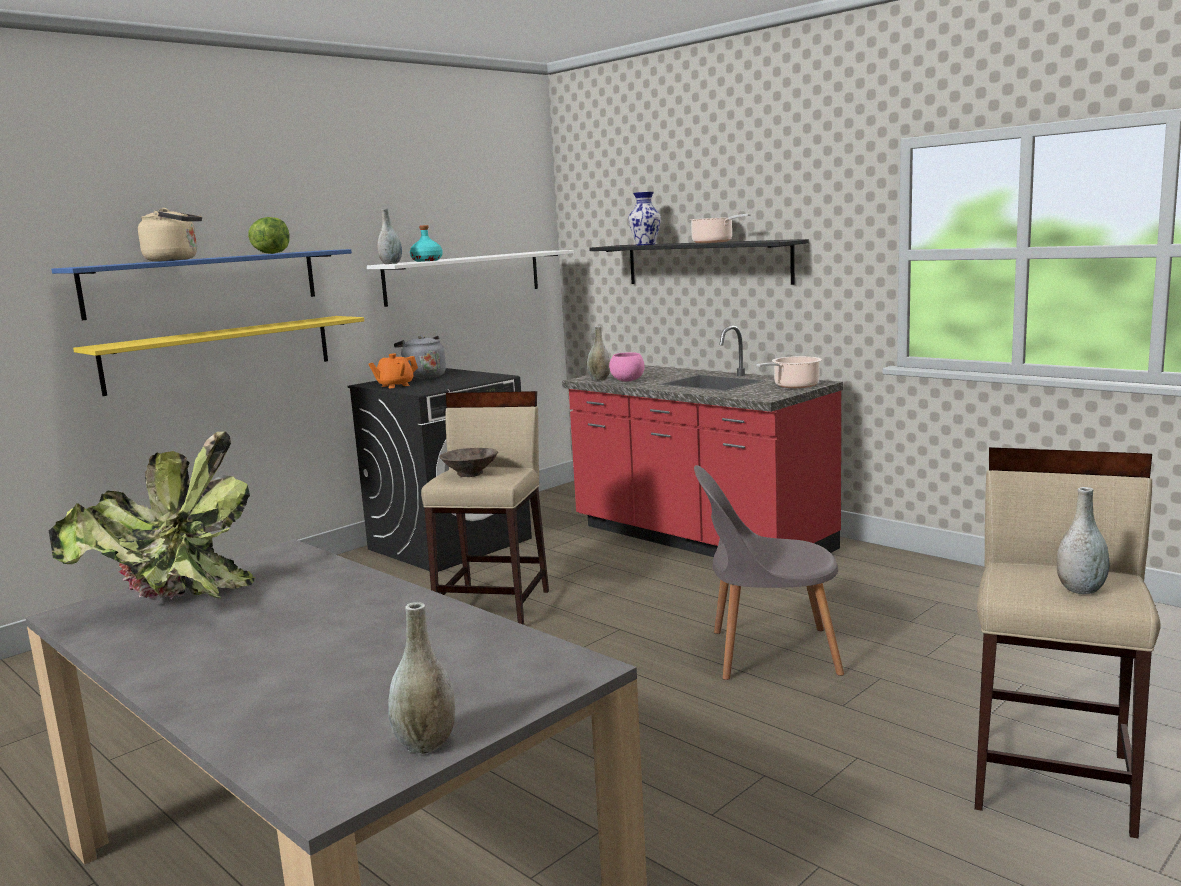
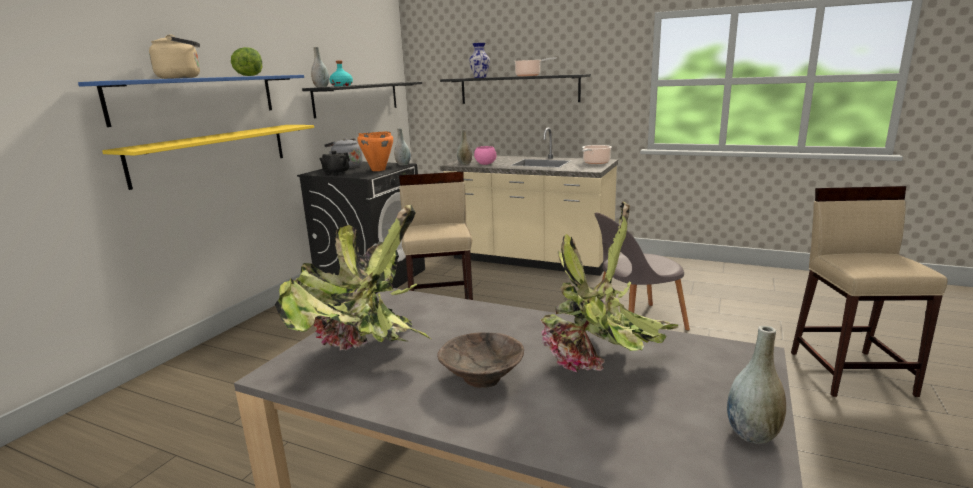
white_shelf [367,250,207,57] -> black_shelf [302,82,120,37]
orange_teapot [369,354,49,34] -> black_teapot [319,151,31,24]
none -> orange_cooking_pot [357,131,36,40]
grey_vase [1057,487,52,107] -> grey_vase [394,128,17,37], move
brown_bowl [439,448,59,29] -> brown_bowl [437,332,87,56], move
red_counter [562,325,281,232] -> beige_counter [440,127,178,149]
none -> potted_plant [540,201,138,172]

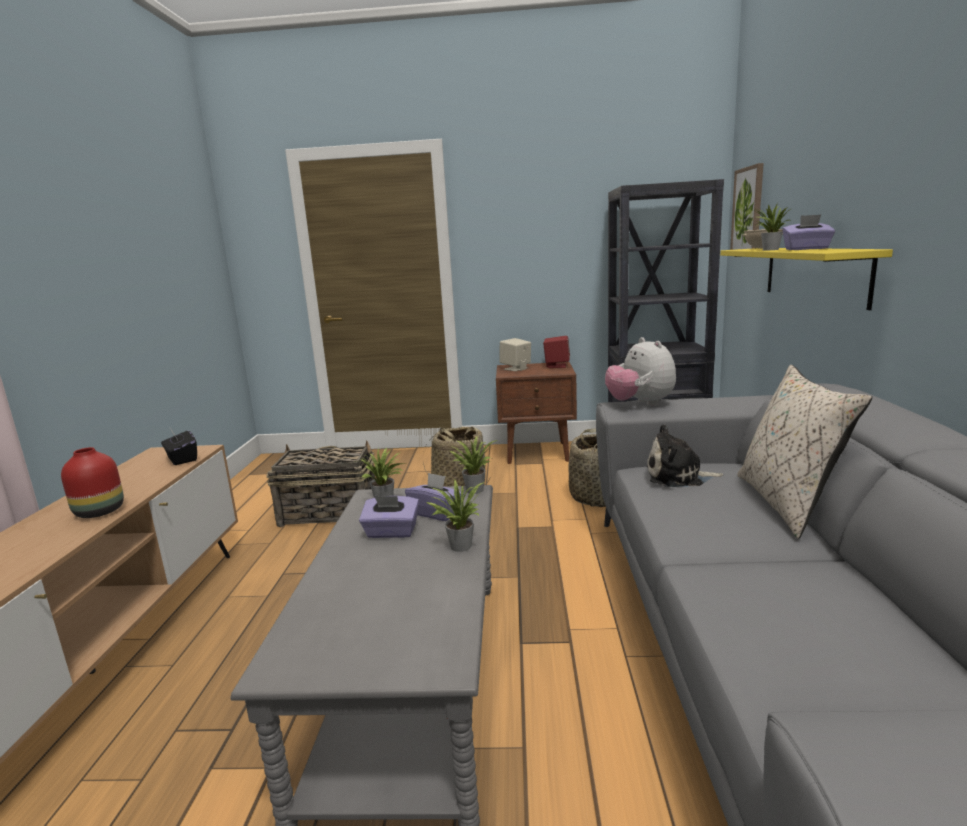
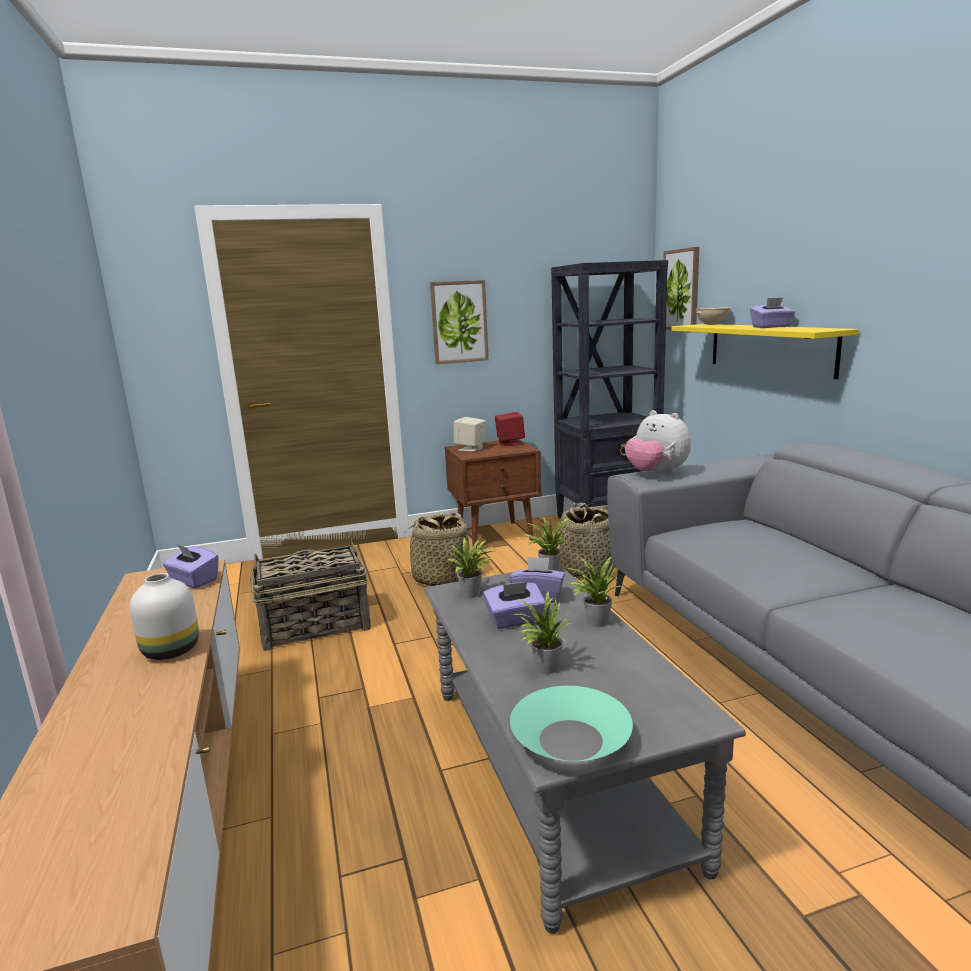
red_vase [61,447,63,71] -> white_vase [130,573,69,87]
black_tissue_box [161,428,36,37] -> purple_tissue_box [162,544,57,44]
none -> picture [430,280,59,84]
none -> turquoise_bowl [510,686,123,75]
potted_plant [754,203,38,48] -> potted_plant [513,591,60,83], move
plush_toy [647,424,76,63] -> none
beige_pillow [737,365,135,174] -> none

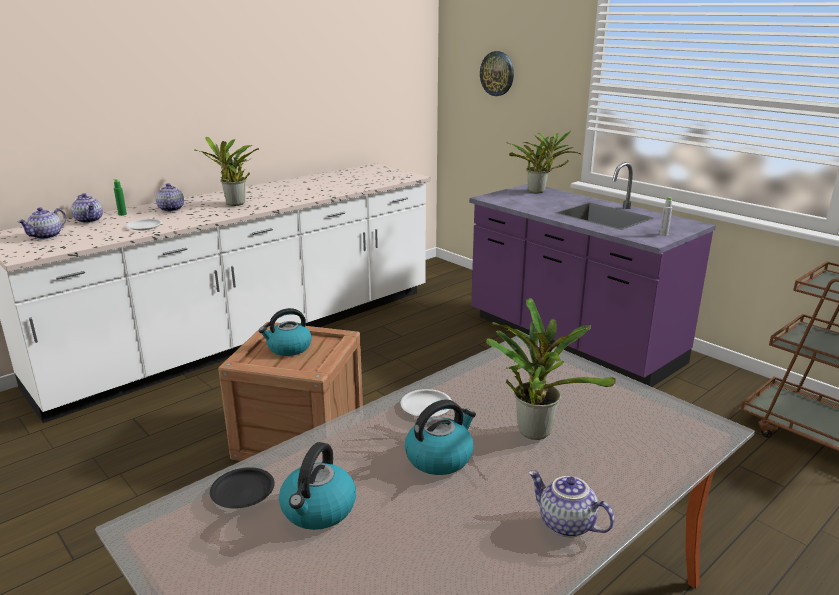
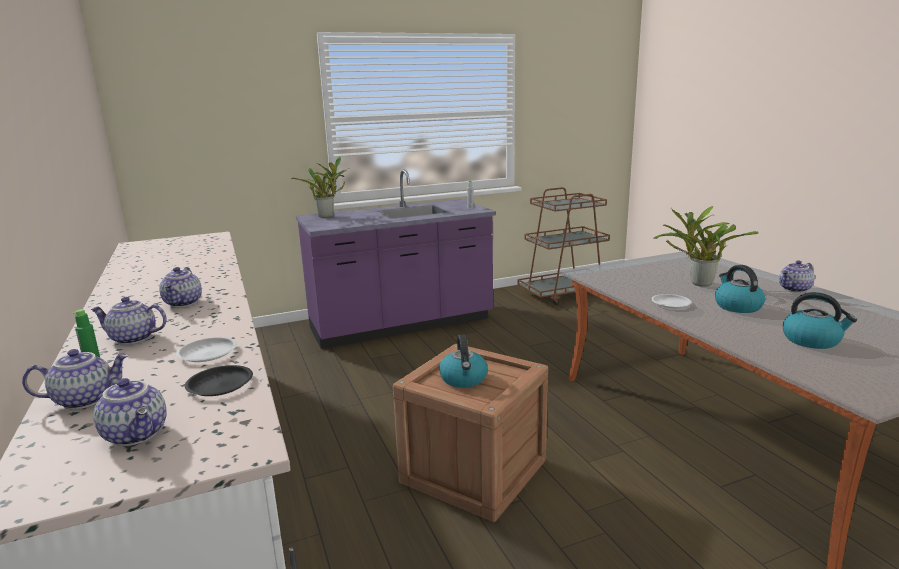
potted_plant [193,137,66,69] -> teapot [159,267,43,40]
black_plate [210,467,65,42] -> black_plate [185,365,68,31], move
wall_clock [480,51,34,45] -> none

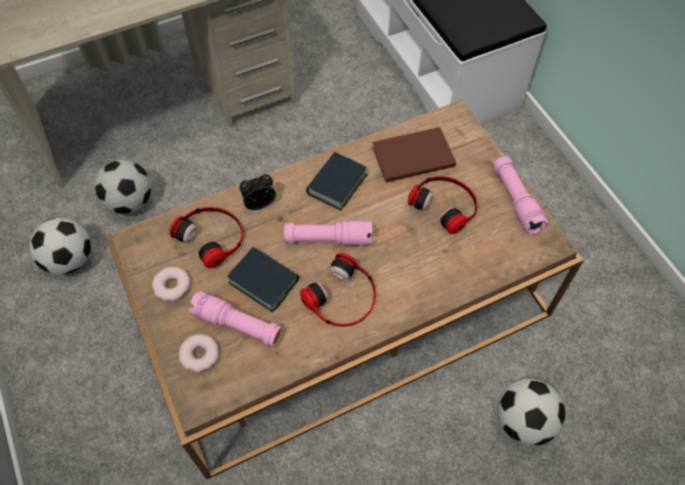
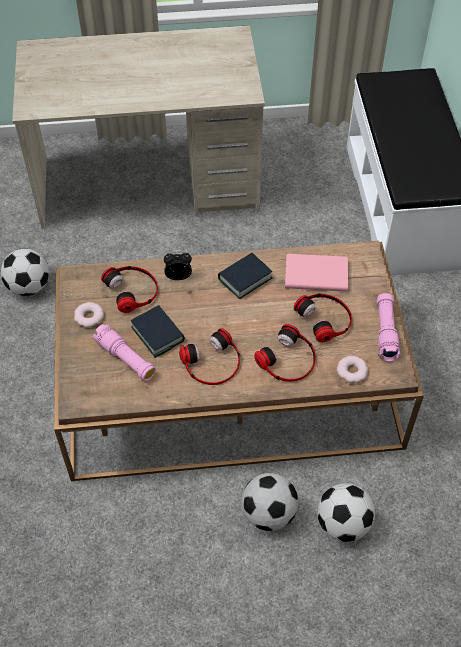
football [94,159,57,55] -> football [241,473,57,58], move
none -> headphones [254,324,62,58]
brown_book [372,127,84,55] -> pink_book [285,254,63,38]
donut [179,334,40,39] -> donut [337,356,31,27], move
pink_flashlight [284,221,88,25] -> none

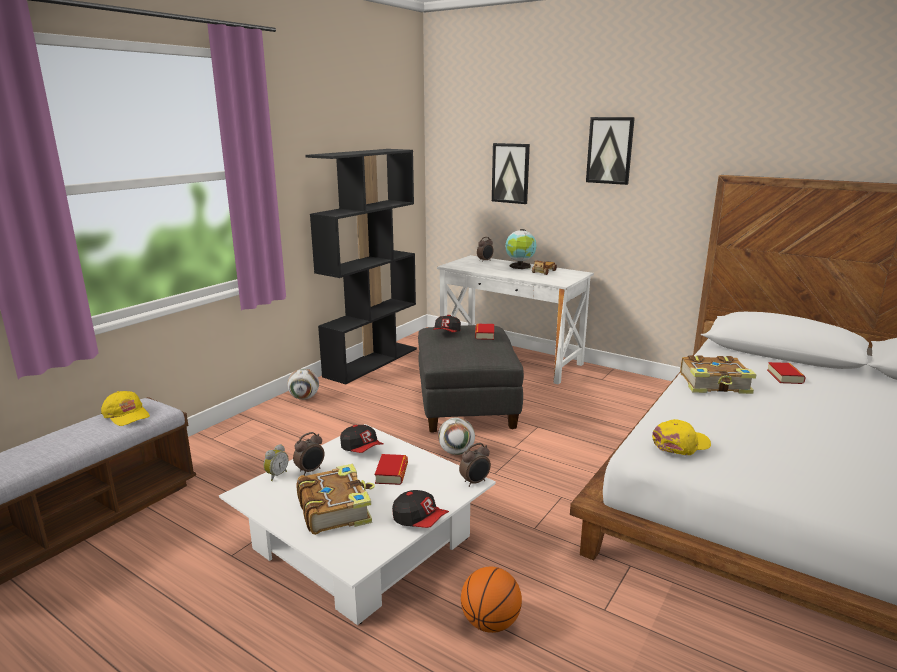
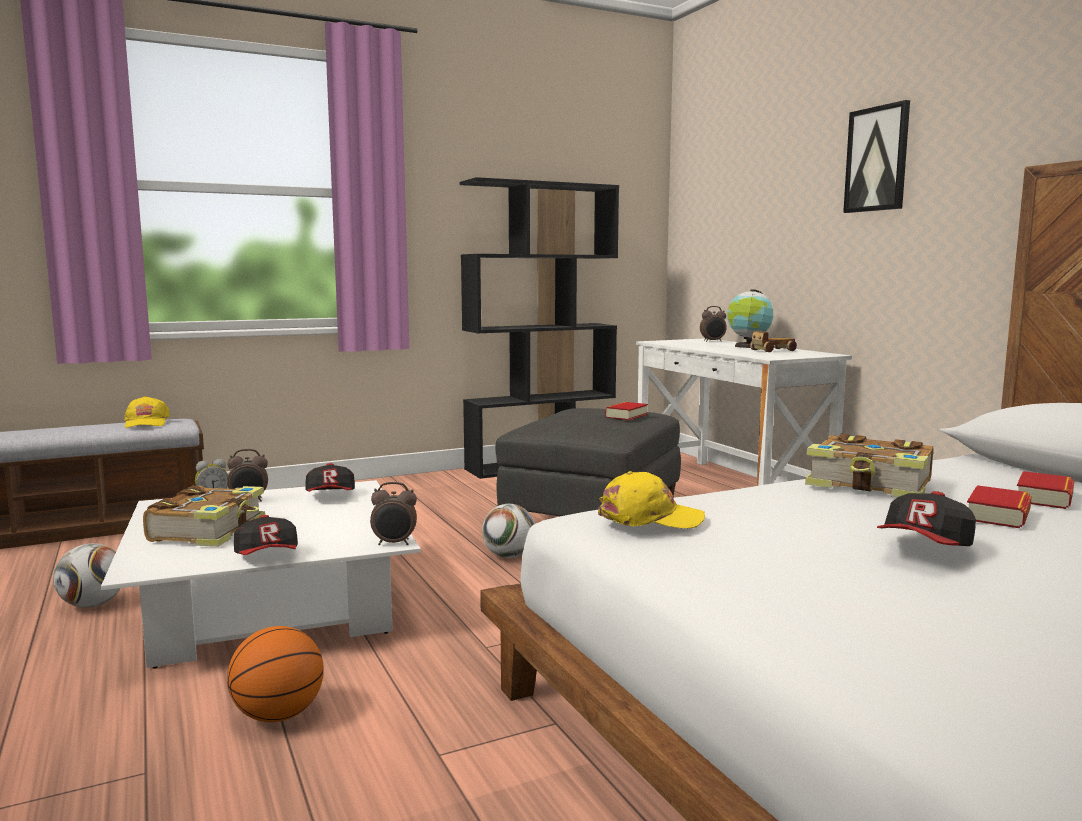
football [287,369,32,31] -> football [53,543,68,65], move
cap [433,315,28,17] -> cap [877,491,99,55], move
book [375,454,33,31] -> book [967,485,65,43], move
picture [492,143,38,61] -> none

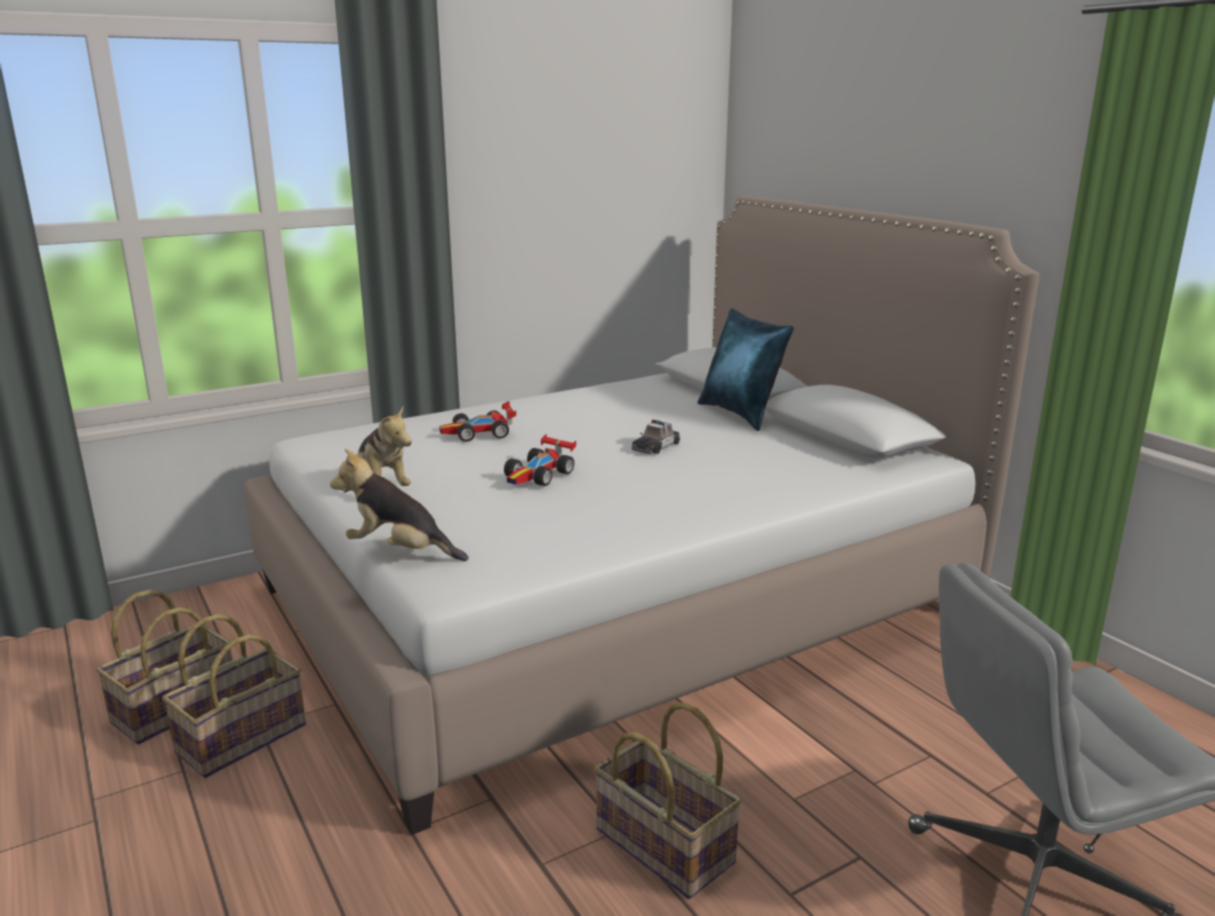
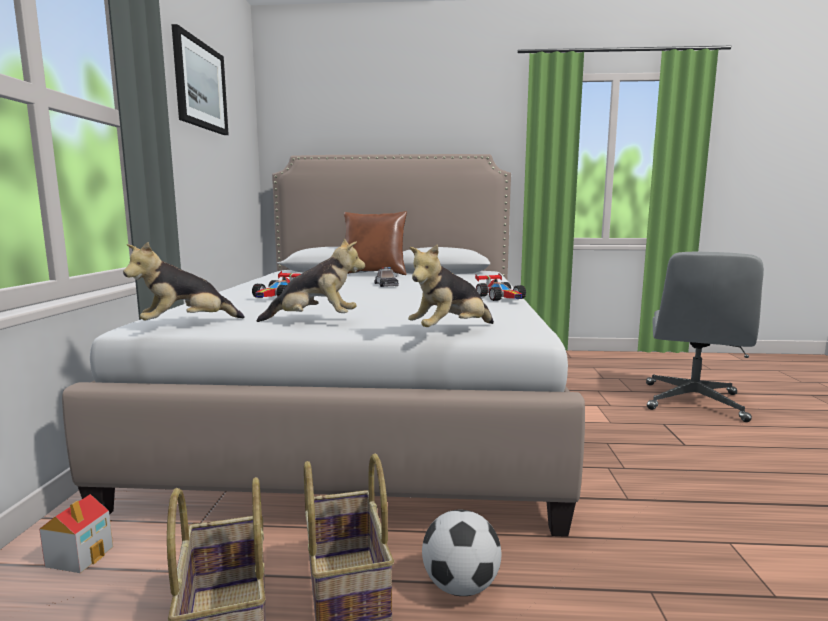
none -> toy_house [39,494,74,79]
none -> plush_toy [123,242,122,78]
none -> picture [171,24,58,111]
blue_pillow [697,308,97,123] -> brown_pillow [344,211,63,64]
none -> football [422,510,79,86]
toy_car [504,434,72,52] -> toy_car [475,273,51,28], move
basket [594,702,148,197] -> none

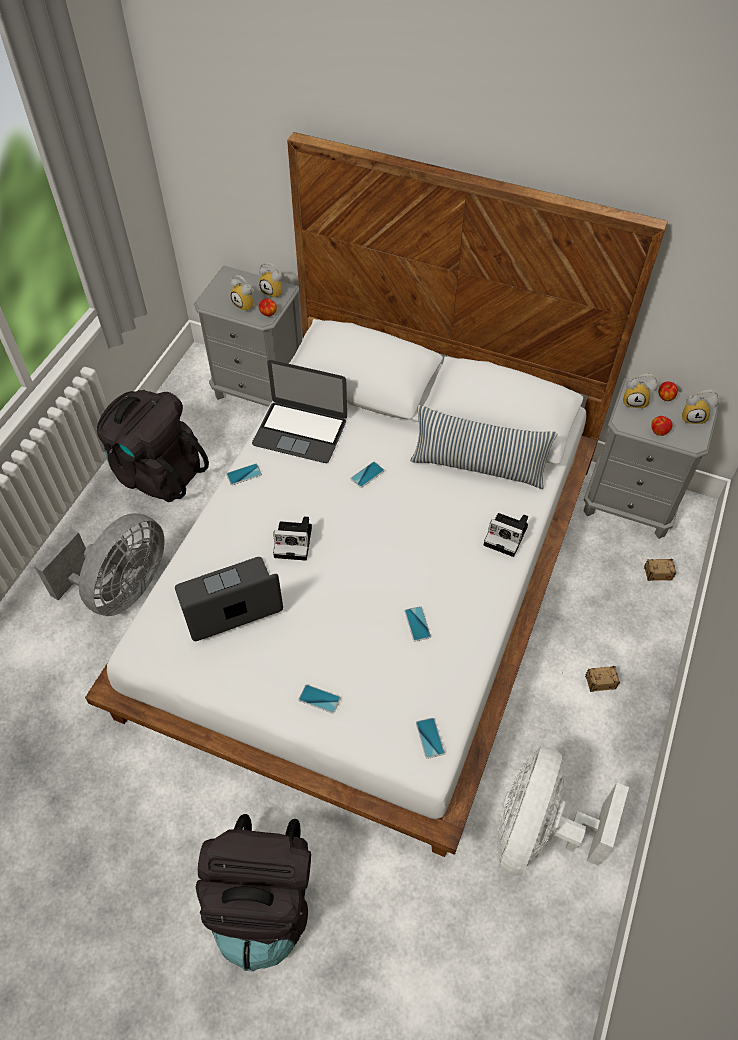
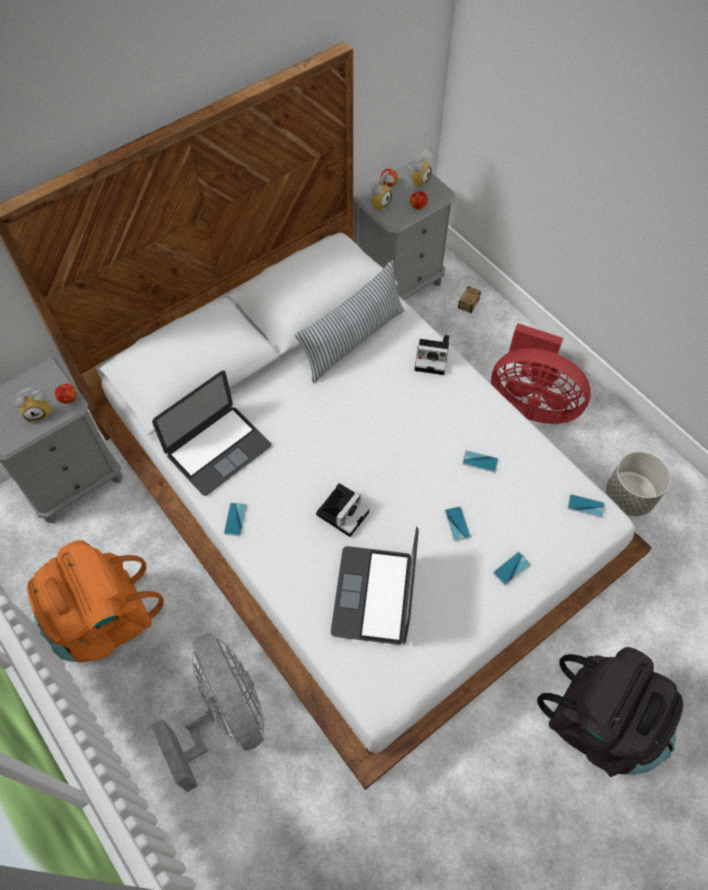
black_backpack [97,390,112,112] -> orange_backpack [27,540,137,122]
photo_camera [484,513,44,44] -> photo_camera [415,335,34,40], 45 degrees clockwise
phone [351,462,34,26] -> phone [445,506,26,35], move
storage_box [562,666,58,26] -> red_fan [491,323,100,101]
white_fan [497,746,132,130] -> grey_planter [606,452,65,64]
alarm_clock [259,262,24,36] -> none

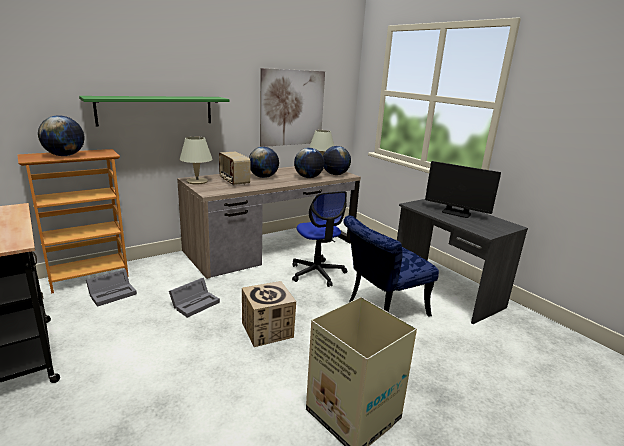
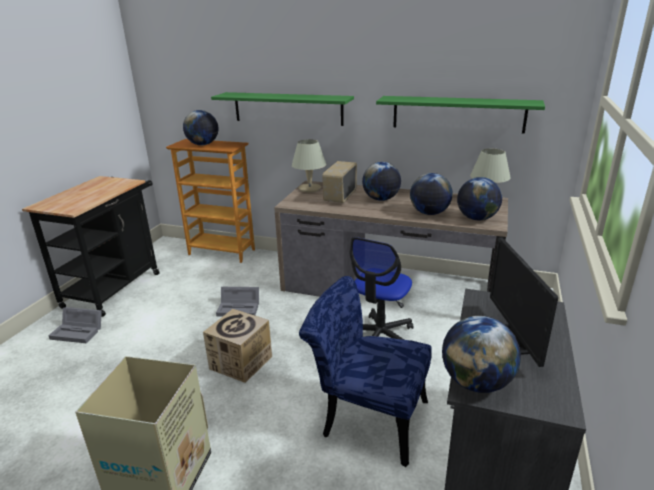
grey_storage_box [86,269,51,38] -> grey_storage_box [48,307,54,36], move
picture [260,68,65,79] -> green_shelf [376,96,169,38]
none -> globe [442,316,79,77]

